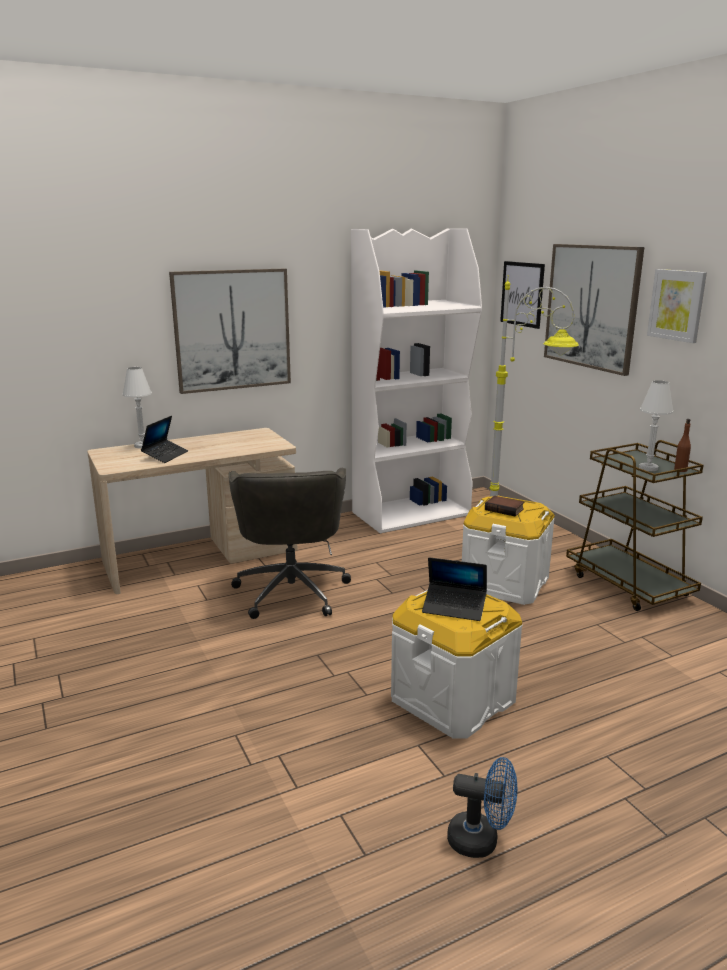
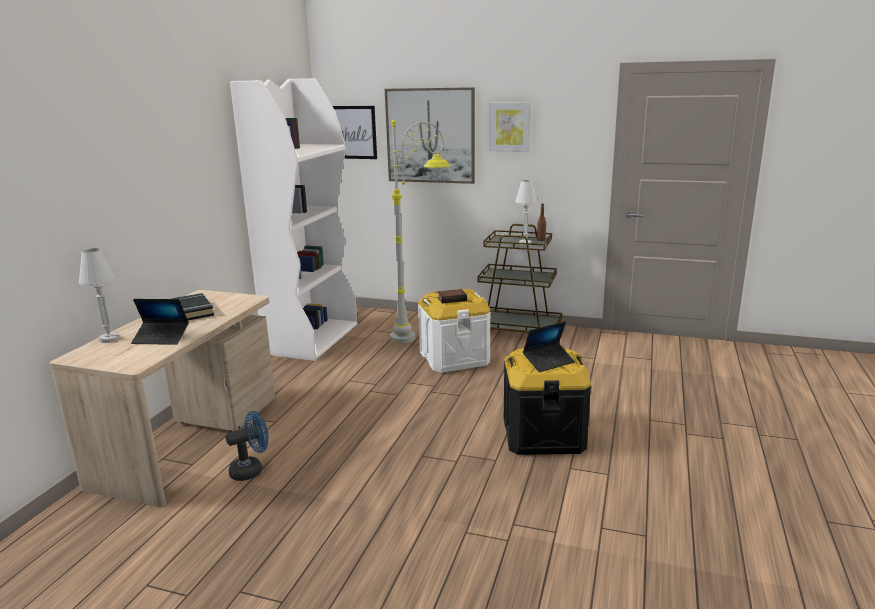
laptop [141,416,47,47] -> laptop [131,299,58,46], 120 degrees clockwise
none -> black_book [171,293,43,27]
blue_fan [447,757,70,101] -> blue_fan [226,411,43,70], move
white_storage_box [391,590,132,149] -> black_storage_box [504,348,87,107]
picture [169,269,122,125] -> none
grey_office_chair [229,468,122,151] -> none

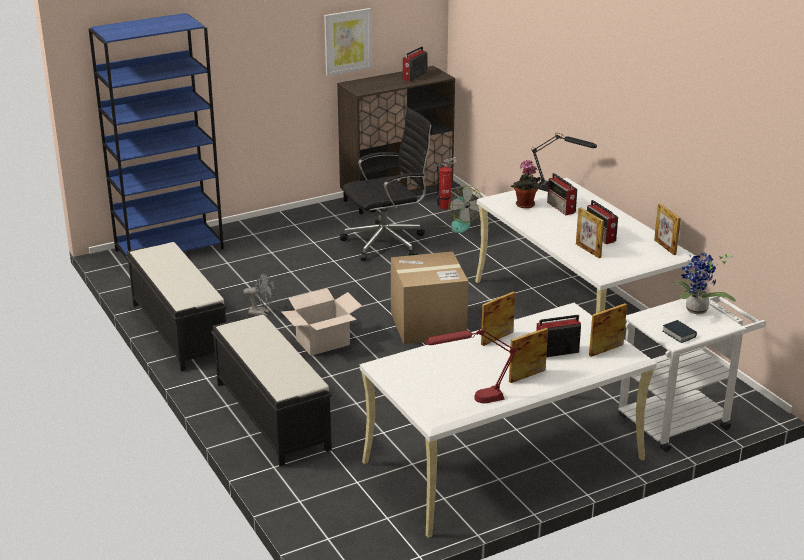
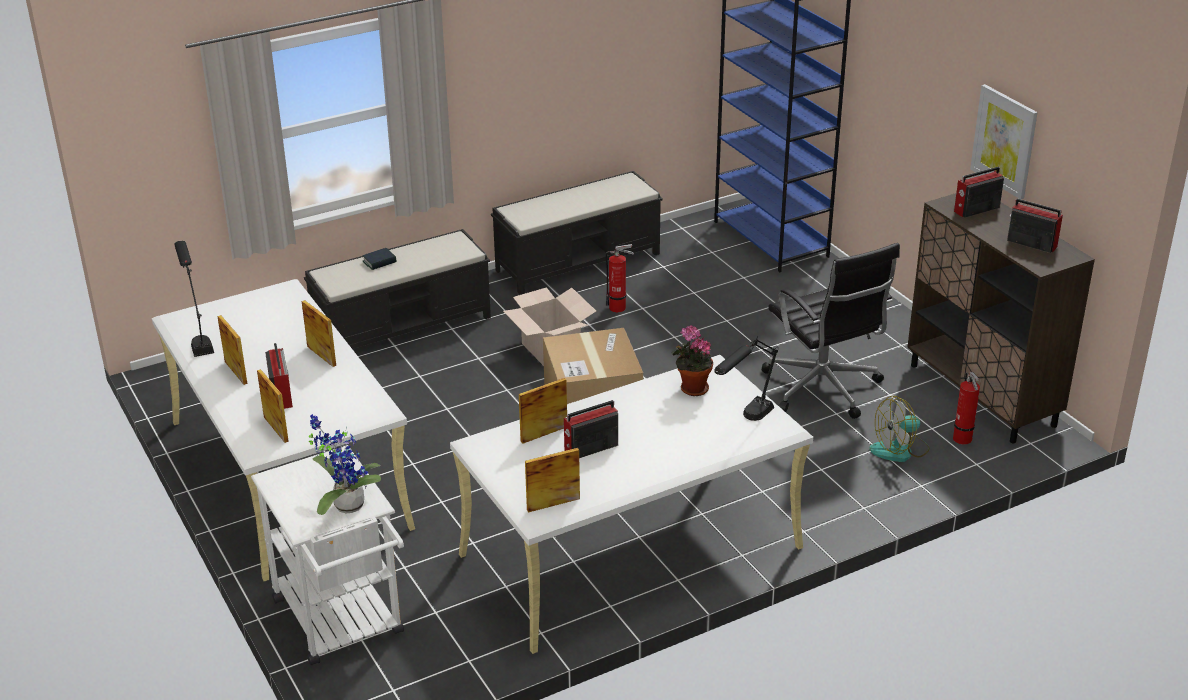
red_table_lamp [425,327,93,76] -> black_table_lamp [174,241,40,116]
book [663,320,34,23] -> book [363,248,33,22], move
grey_fan [243,273,32,43] -> fire_extinguisher [606,244,28,68]
radio [547,173,30,42] -> radio [954,167,50,51], move

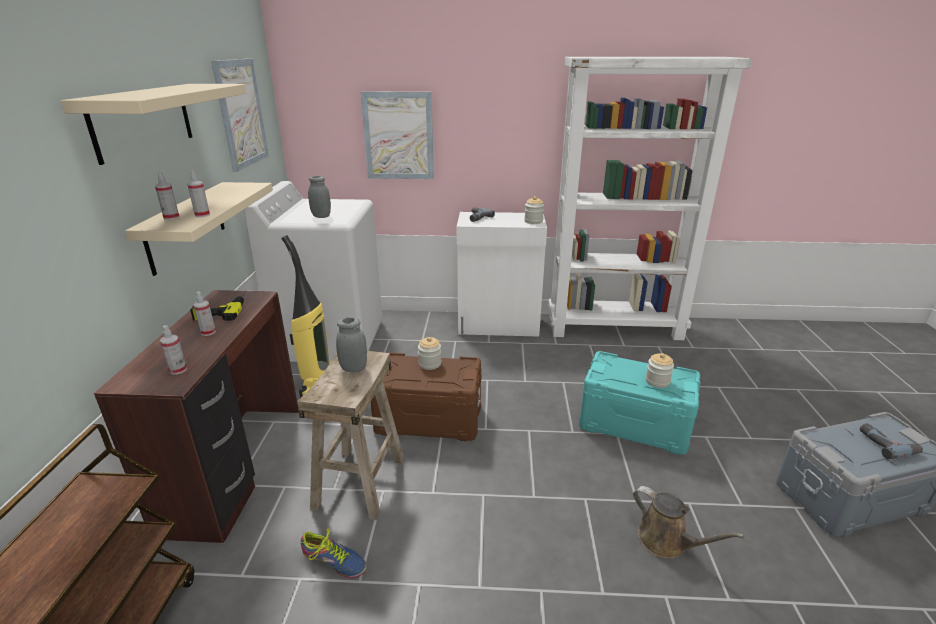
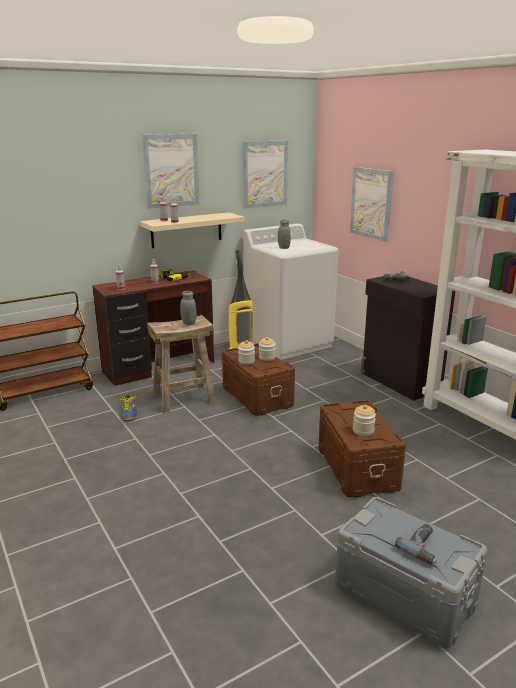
beige_shelf [61,84,185,81] -> picture [142,134,57,75]
jar [524,196,20,28] -> jar [238,340,17,25], move
turquoise_storage_box [579,351,121,104] -> brown_storage_box [318,400,88,98]
white_cabinet [457,212,90,125] -> black_cabinet [361,273,94,128]
brown_watering_can [633,486,111,73] -> none

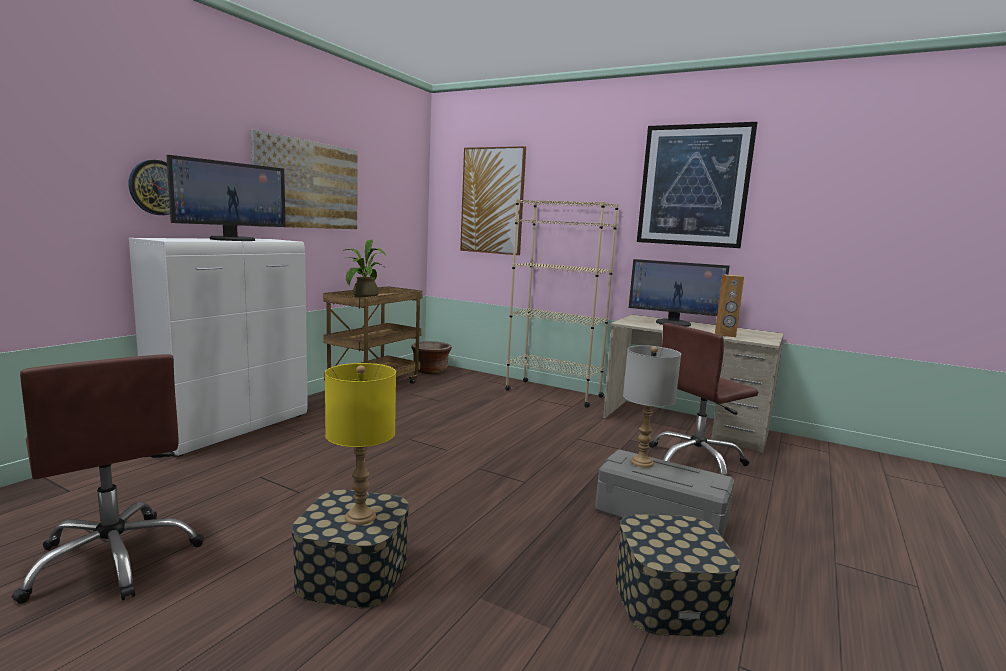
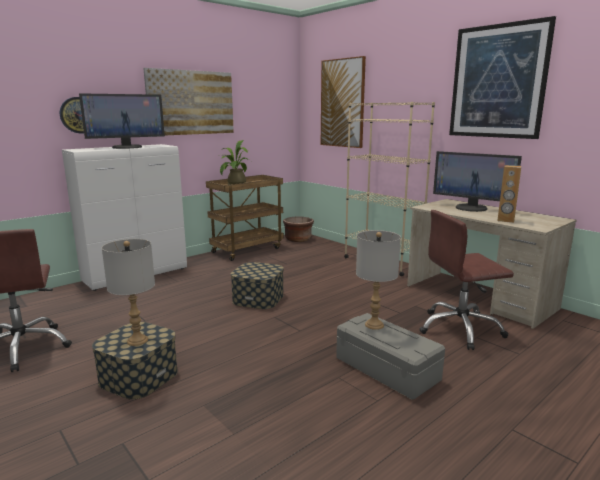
yellow_table_lamp [325,363,71,162] -> grey_table_lamp [102,239,53,107]
storage_box [615,514,125,123] -> storage_box [231,262,53,47], move

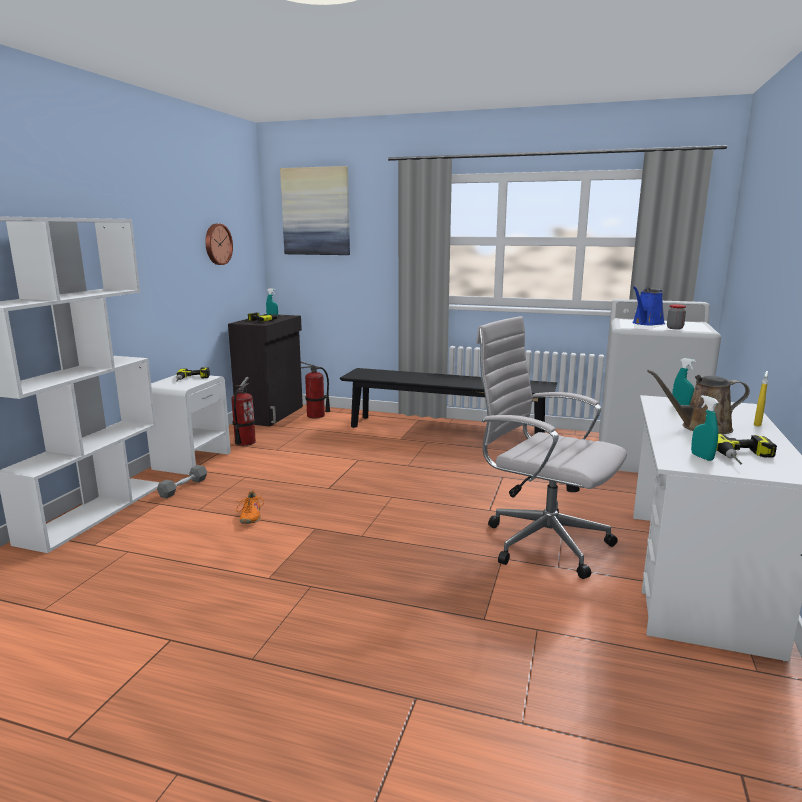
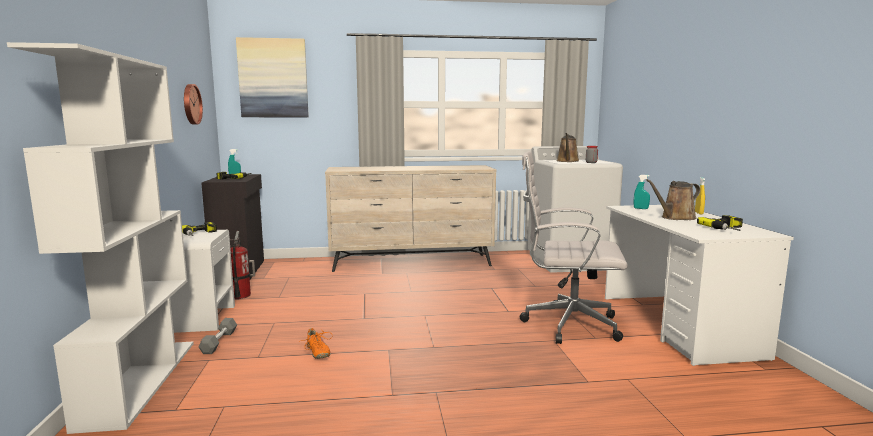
black_bench [340,368,217,66] -> beige_dresser [325,165,171,107]
blue_watering_can [632,287,33,38] -> brown_watering_can [557,133,22,29]
fire_extinguisher [301,362,29,57] -> none
turquoise_spray_bottle [691,395,28,66] -> none

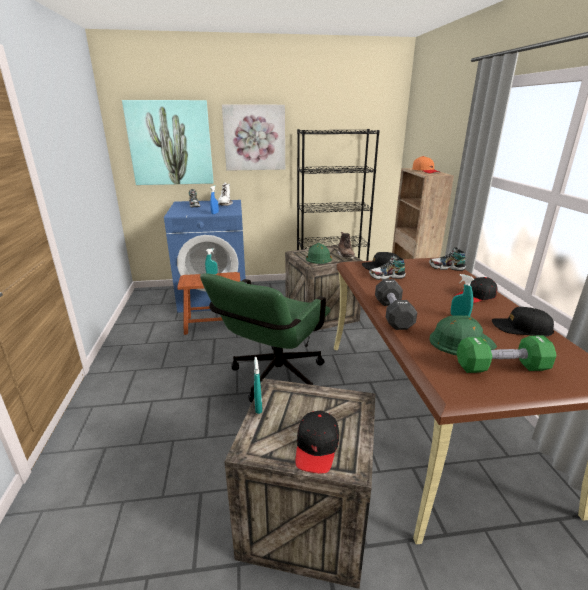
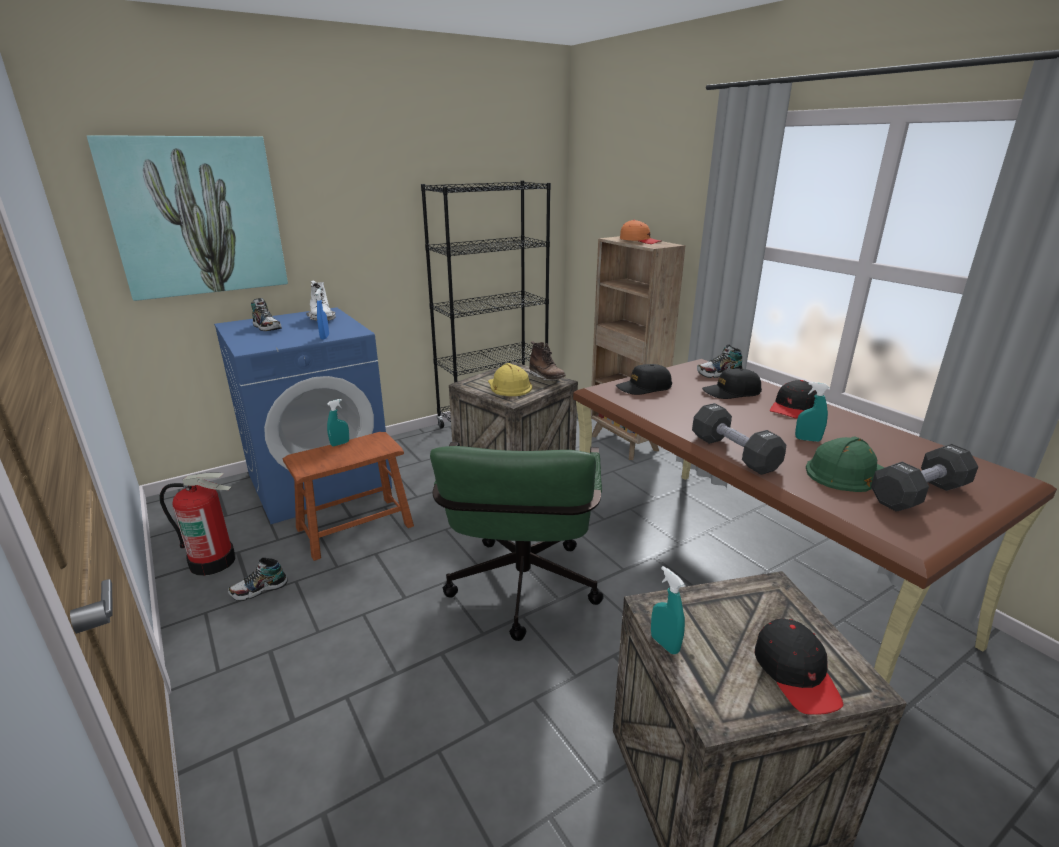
none -> fire_extinguisher [159,472,76,104]
shoe [369,254,37,26] -> shoe [228,558,60,43], move
green_hard_hat [306,243,26,21] -> yellow_hard_hat [488,363,44,33]
black_cap [492,307,62,30] -> black_cap [702,369,60,30], move
green_dumbbell [457,335,100,38] -> black_dumbbell [871,444,107,68]
picture [222,104,63,67] -> none

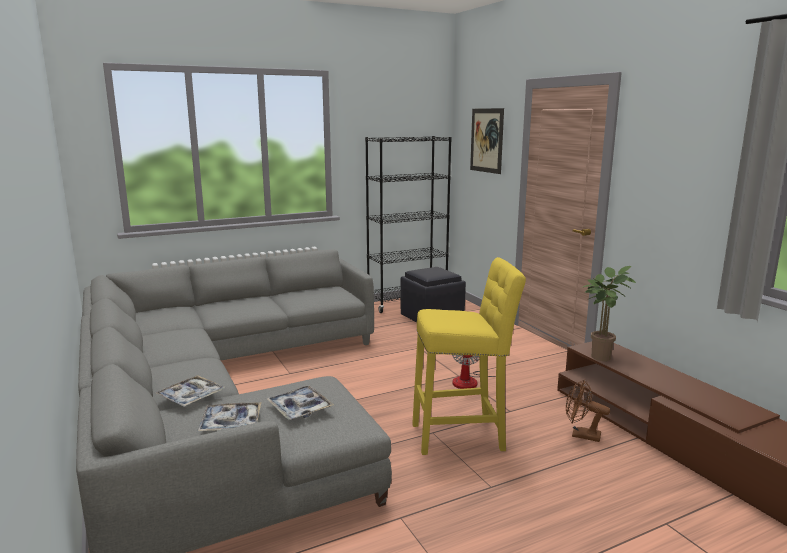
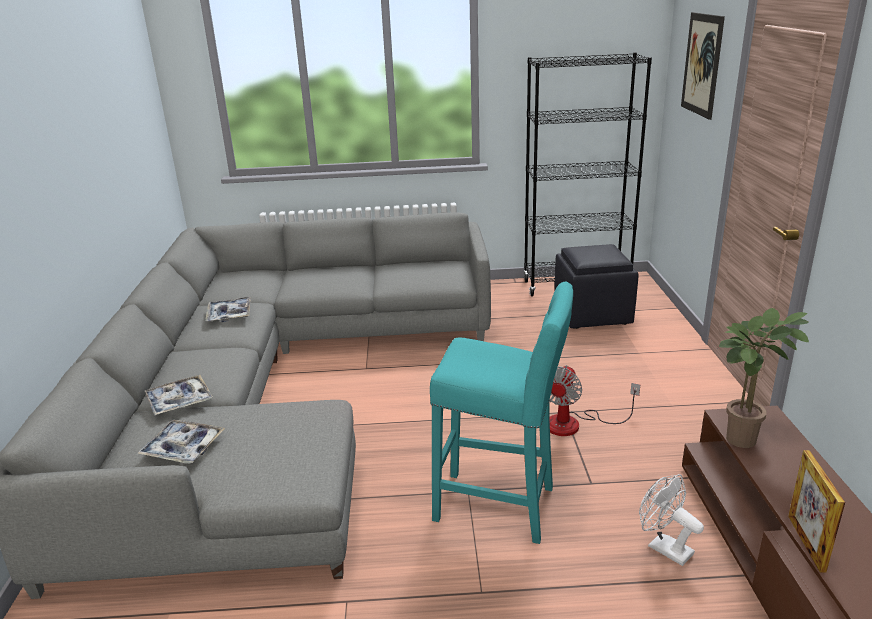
tray [267,386,67,34] -> tray [205,297,46,25], move
yellow_stool [412,257,114,198] -> turquoise_stool [430,281,143,263]
brown_fan [566,380,44,62] -> white_fan [639,474,65,92]
none -> picture_frame [788,450,57,122]

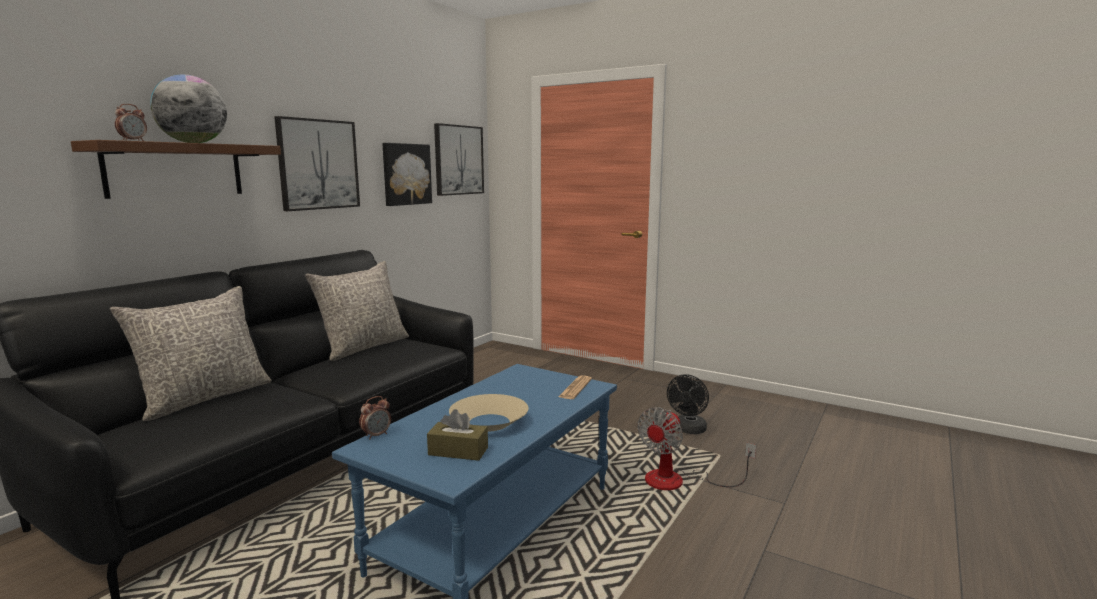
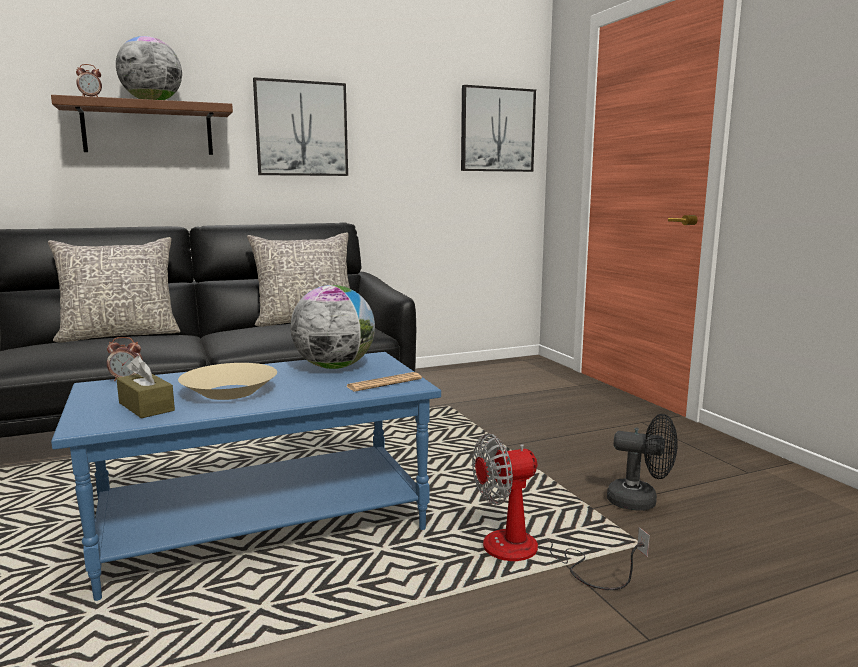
none -> globe [290,285,85,84]
black_fan [667,374,42,60] -> black_fan [607,414,71,97], 135 degrees counterclockwise
picture [382,143,50,63] -> none

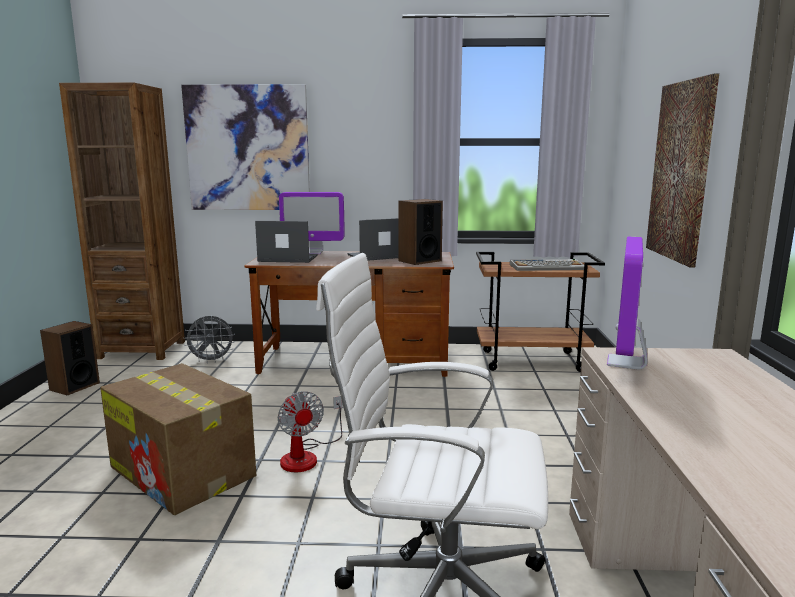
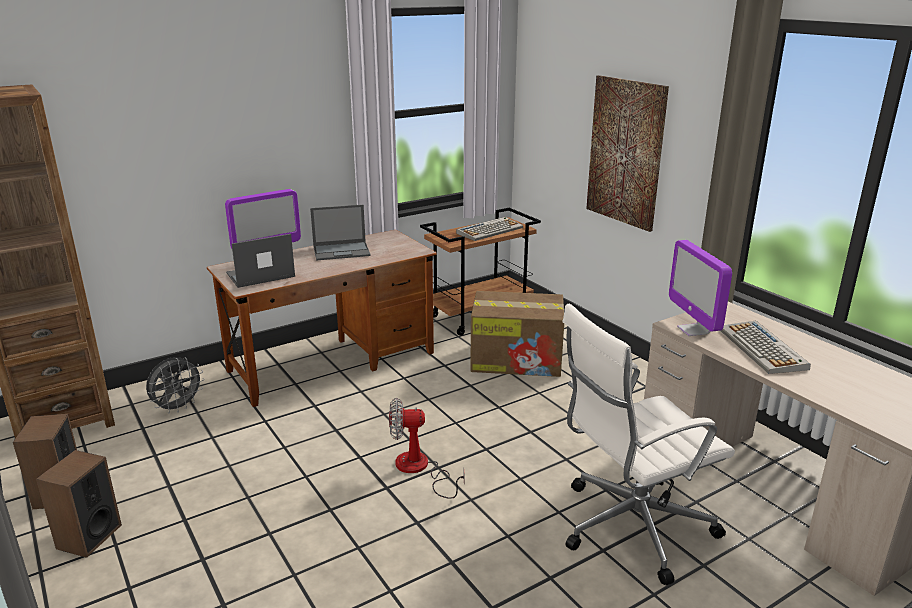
speaker [398,199,45,66] -> speaker [36,450,86,108], move
laptop [348,218,50,43] -> laptop [310,205,61,55], 135 degrees counterclockwise
fan [278,391,64,81] -> fan [389,398,76,101], 150 degrees clockwise
cardboard_box [100,363,156,152] -> cardboard_box [470,291,94,86], move
none -> keyboard [721,321,90,53]
picture [181,84,129,126] -> none

